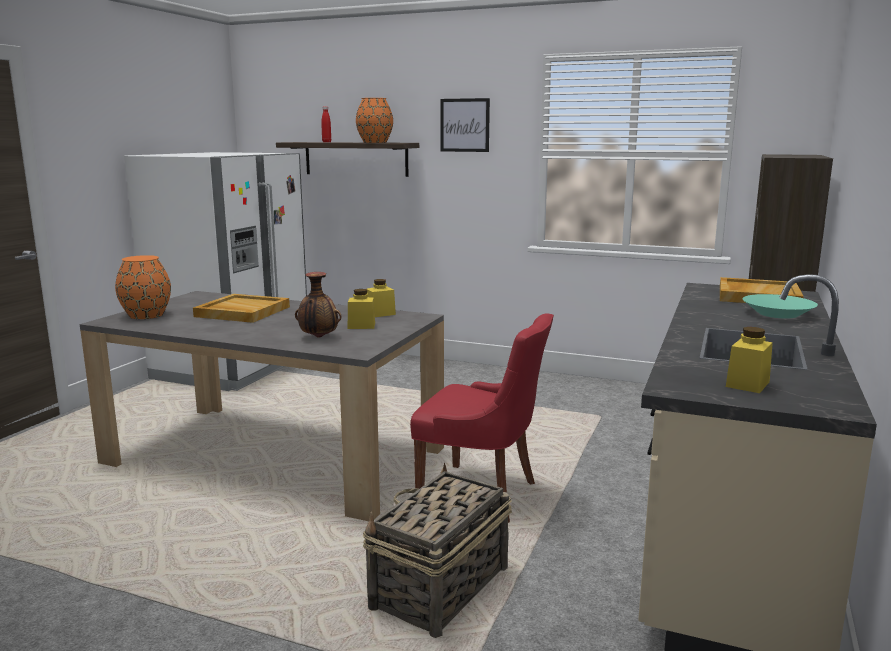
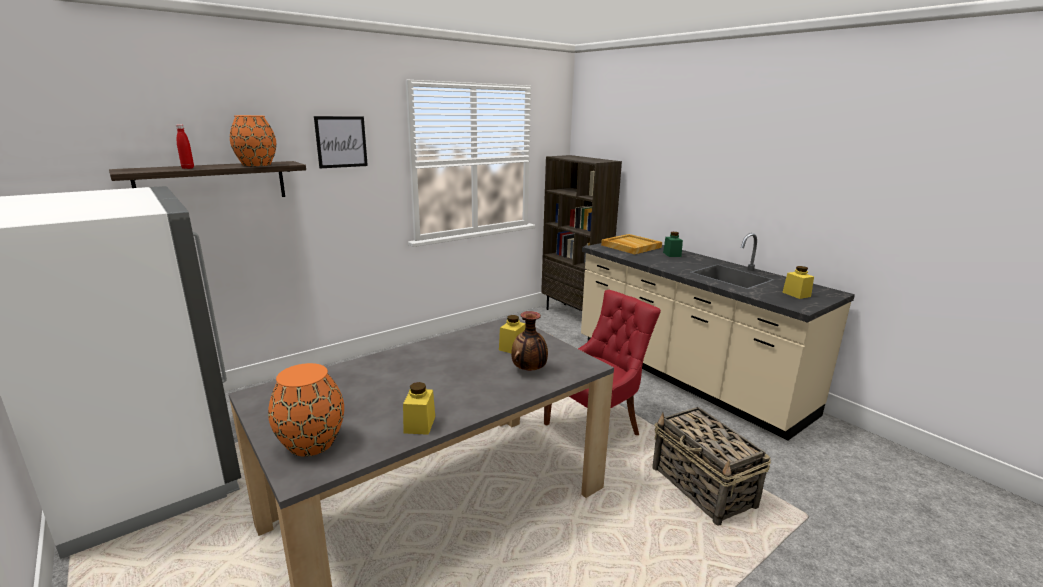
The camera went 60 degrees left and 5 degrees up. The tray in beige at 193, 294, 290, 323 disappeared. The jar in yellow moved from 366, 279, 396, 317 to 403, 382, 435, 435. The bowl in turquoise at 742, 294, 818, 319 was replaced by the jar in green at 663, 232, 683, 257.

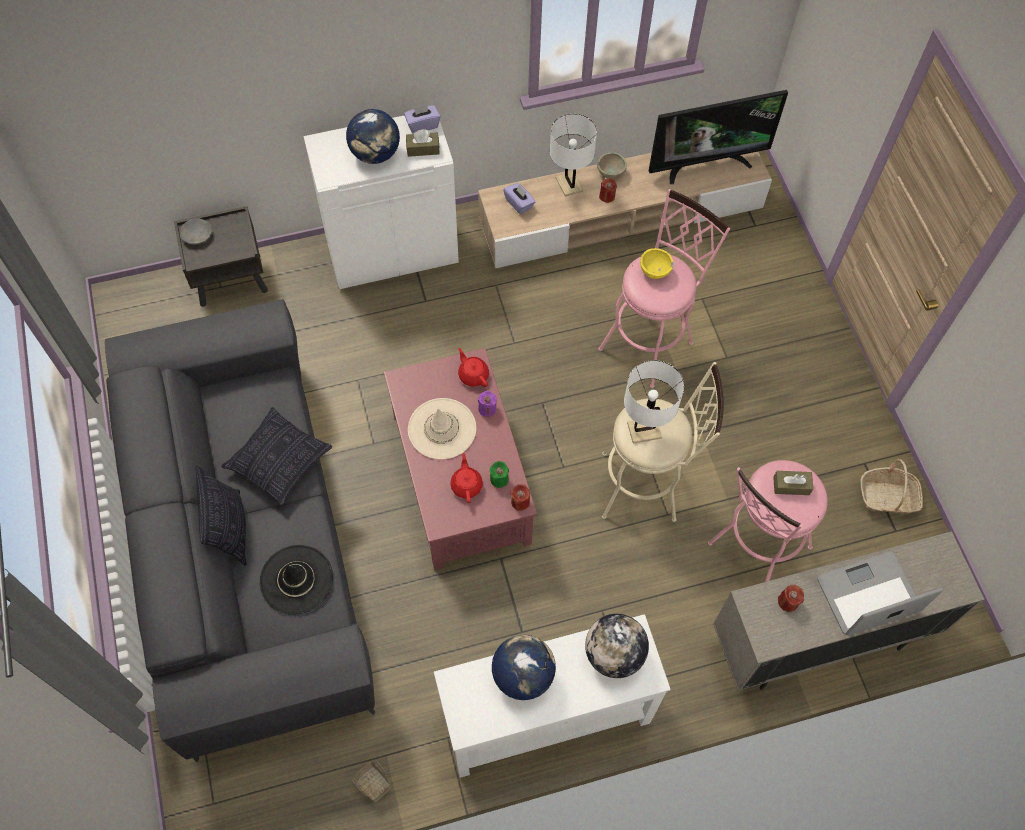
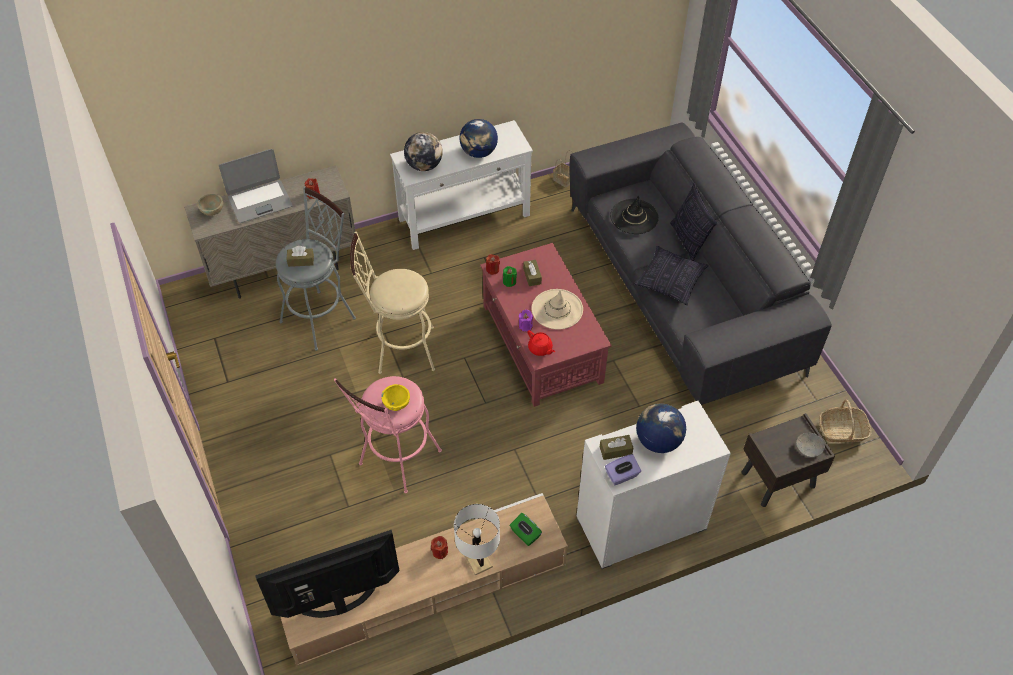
The camera went 175 degrees right and 10 degrees down. The table lamp in white at 624, 360, 684, 444 disappeared. The bowl in beige moved from 597, 152, 627, 179 to 197, 194, 224, 216. The basket moved from 860, 459, 923, 513 to 819, 400, 872, 442. The teapot in red at 451, 453, 483, 503 was replaced by the tissue box in brown at 523, 260, 542, 286. The tissue box in purple at 503, 183, 535, 215 became the tissue box in green at 510, 513, 542, 546. The stool in pink at 708, 460, 828, 582 became the stool in grey at 276, 186, 356, 351.

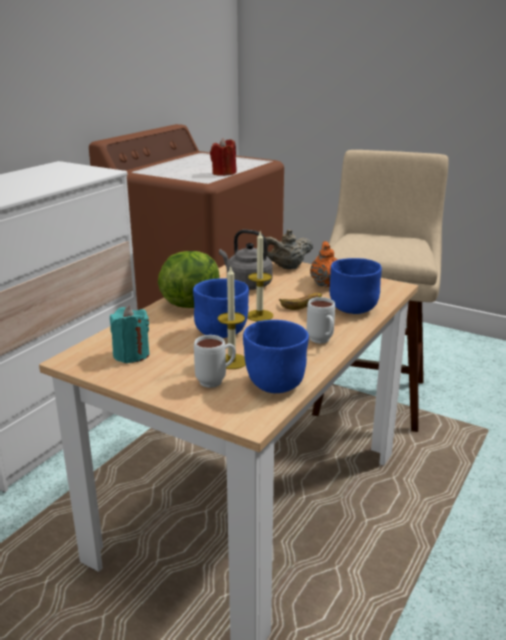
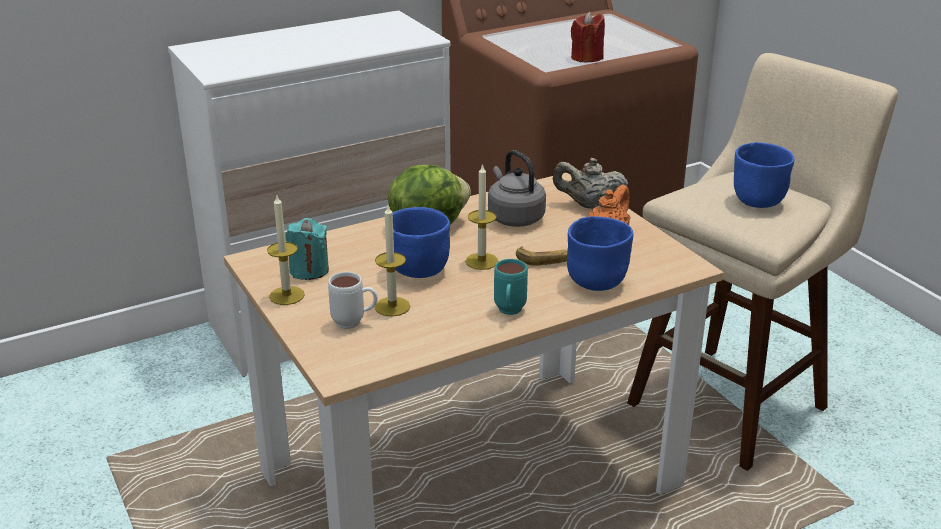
The camera went 30 degrees right and 5 degrees up. The candle at 267, 196, 305, 305 appeared. The bowl in blue moved from 243, 320, 309, 393 to 734, 142, 794, 208. The mug in white at 307, 297, 335, 344 became the mug in turquoise at 494, 259, 528, 315.

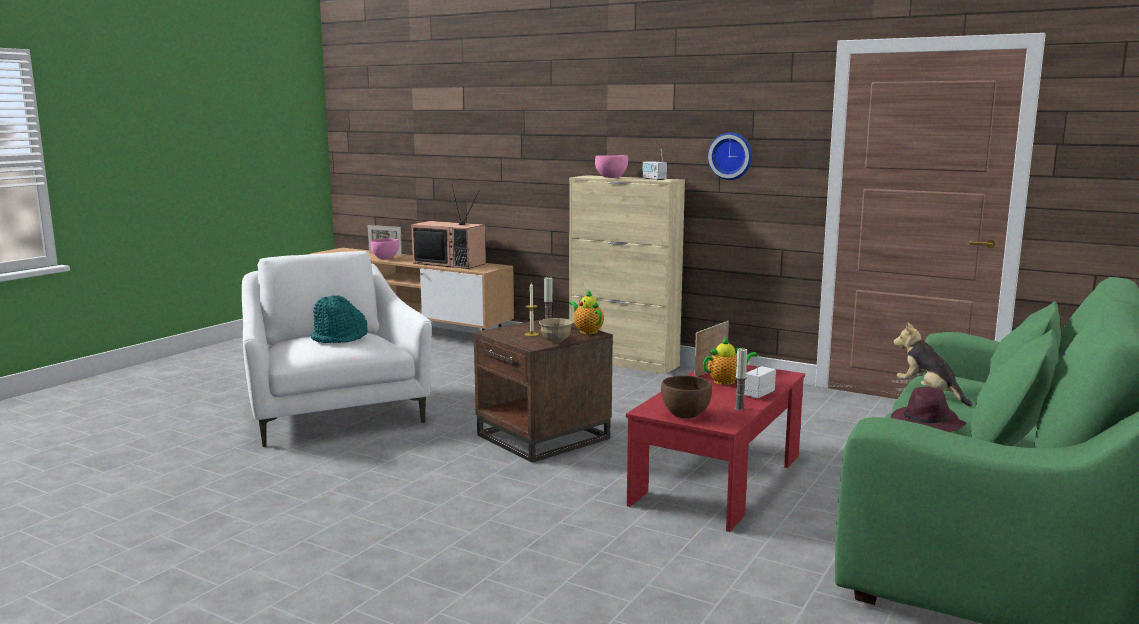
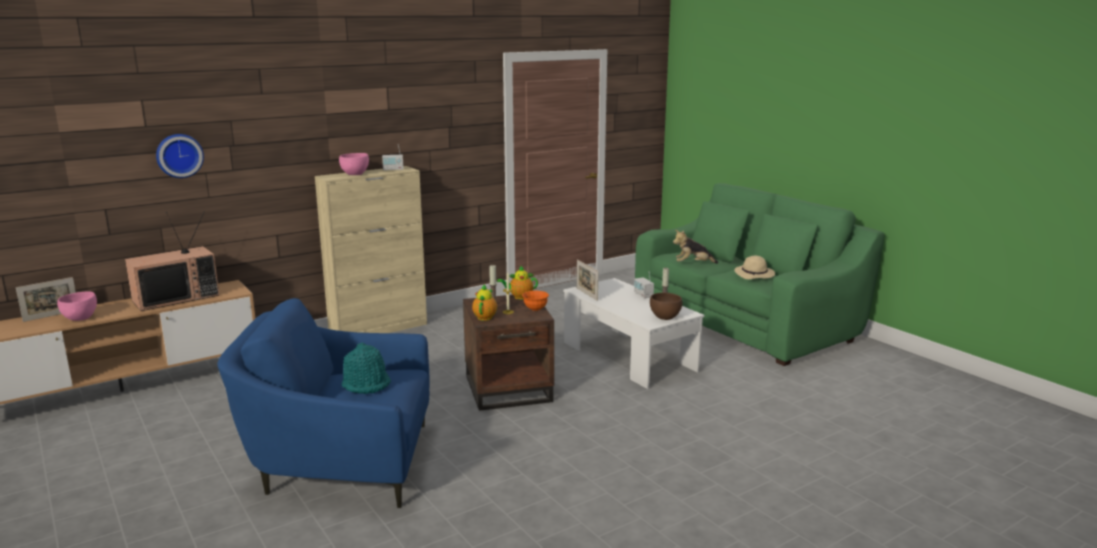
The camera went 65 degrees left and 5 degrees up. The teapot moved from 703, 337, 758, 385 to 472, 284, 497, 321. The wall clock moved from 708, 132, 752, 180 to 156, 134, 204, 178. The armchair in white at 242, 251, 432, 447 became the armchair in blue at 217, 298, 429, 508. The bowl in beige at 539, 318, 573, 343 became the bowl in orange at 522, 290, 549, 311. The coffee table in red at 626, 365, 805, 532 became the coffee table in white at 563, 278, 704, 389. The hat in purple at 891, 387, 966, 432 became the hat in beige at 734, 256, 775, 279.

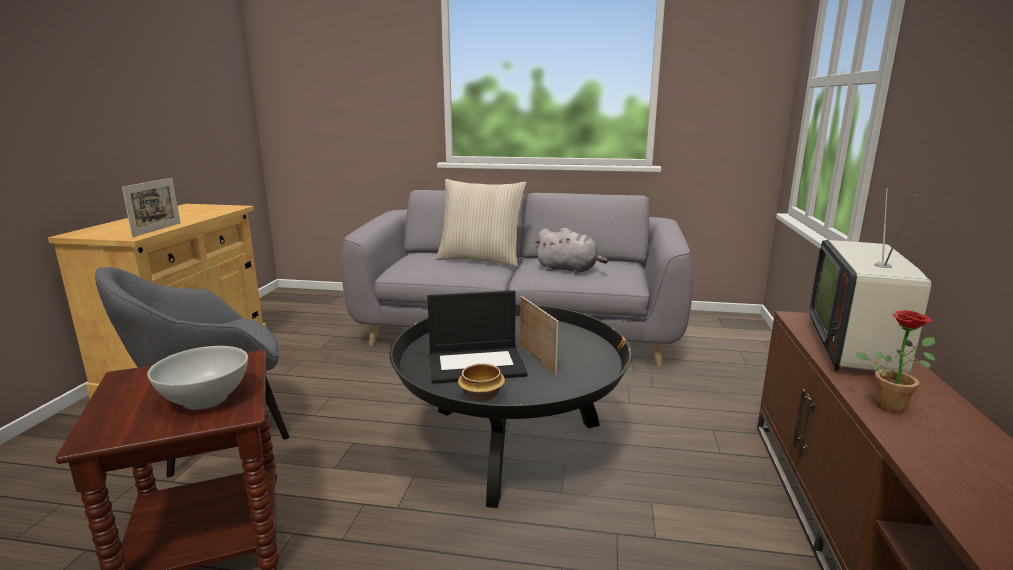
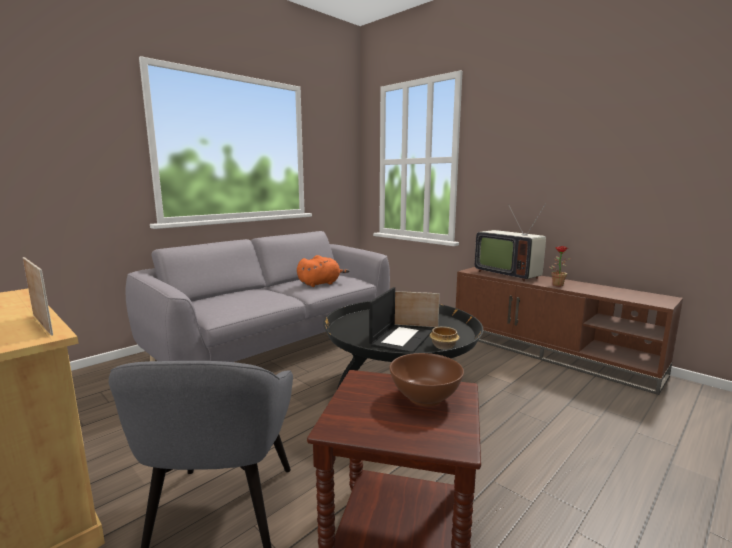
The camera went 55 degrees left and 5 degrees down. The pillow in beige at 436, 179, 526, 267 disappeared. The bowl in white at 147, 346, 248, 410 became the bowl in brown at 389, 353, 464, 406. The plush toy in grey at 534, 228, 608, 274 became the plush toy in orange at 297, 255, 350, 287.

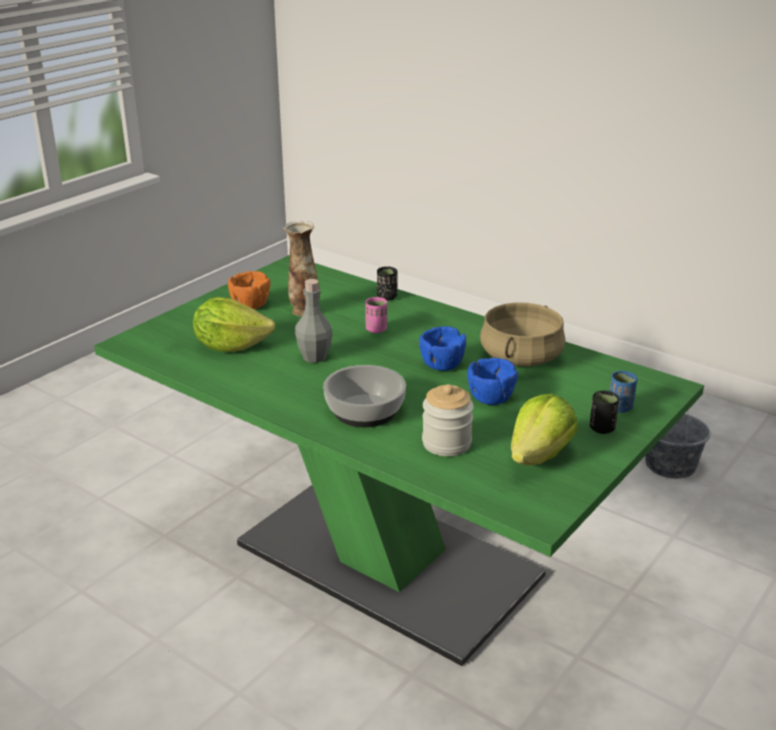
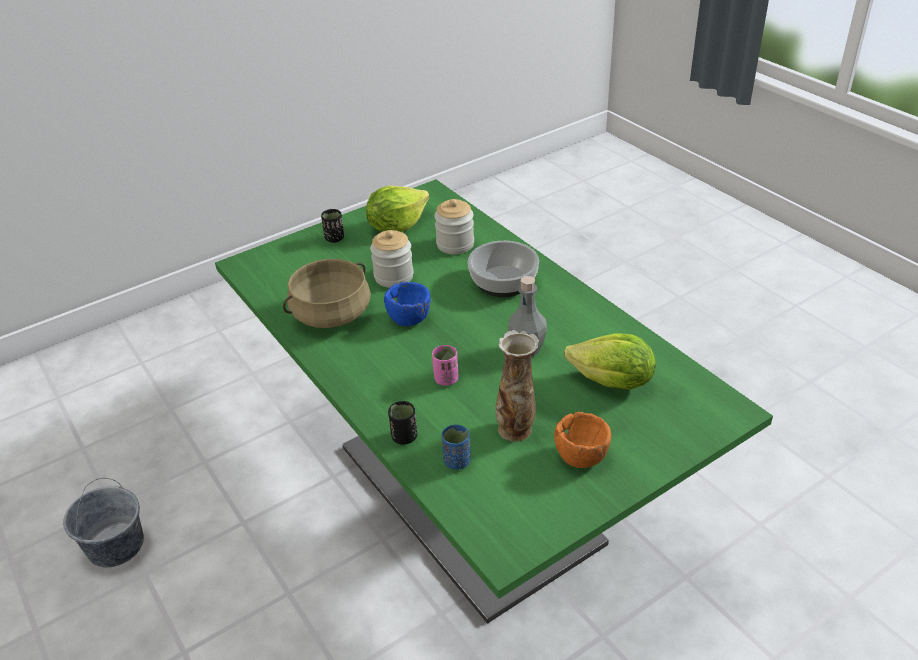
The camera went 160 degrees left and 10 degrees up. The cup in blue moved from 610, 371, 637, 413 to 441, 425, 470, 470. The bowl in blue at 467, 358, 518, 405 was replaced by the jar at 370, 230, 414, 288.

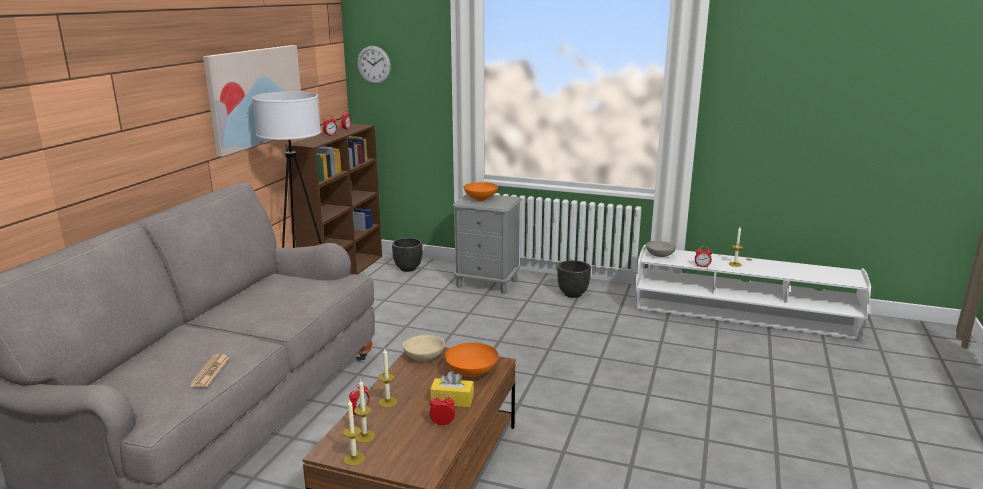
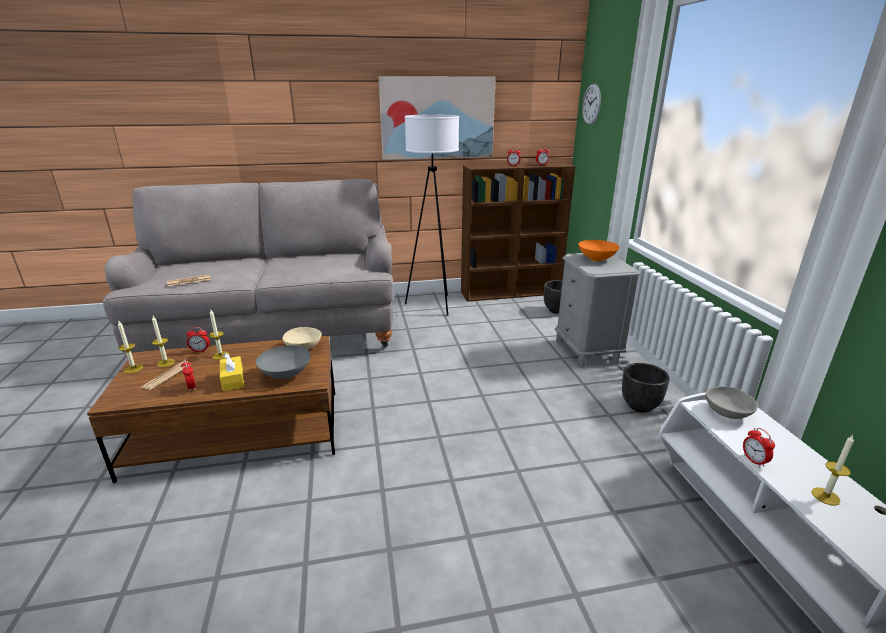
The camera went 60 degrees right and 5 degrees up. The newspaper at 140, 361, 192, 390 appeared. The bowl in orange at 445, 343, 499, 377 became the bowl in grey at 256, 345, 310, 379.

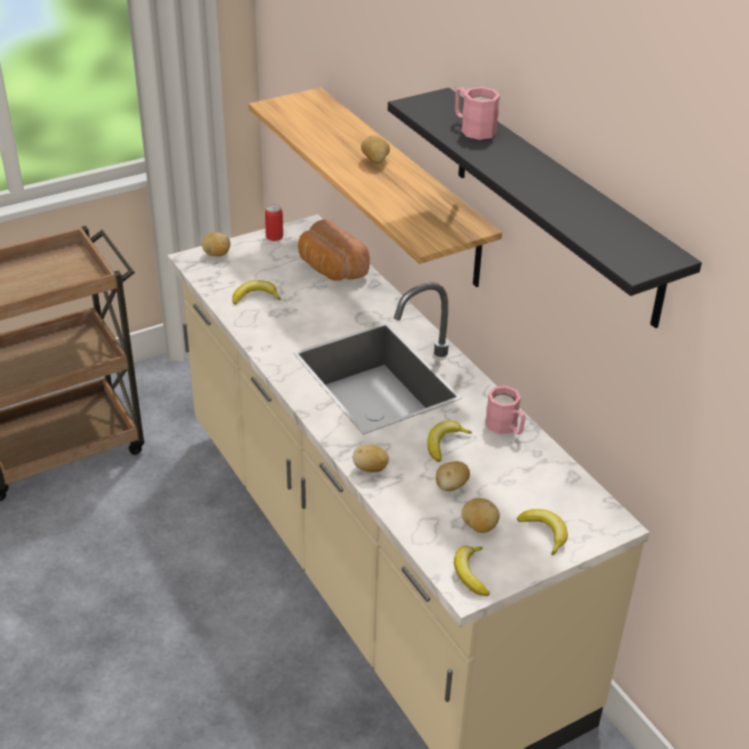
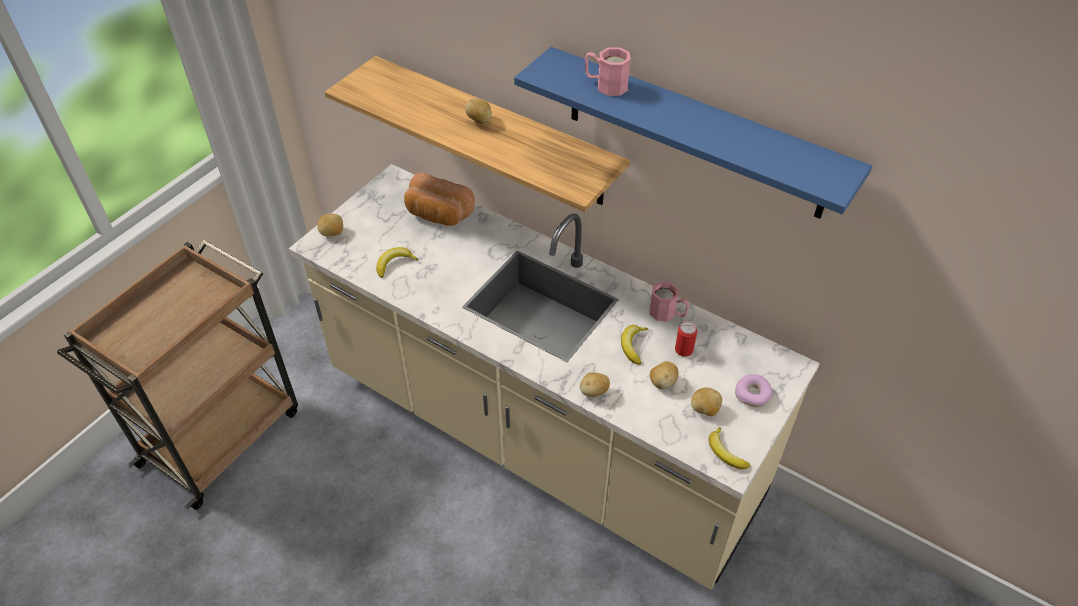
The camera went 25 degrees left and 10 degrees up. The can moved from 265, 204, 283, 241 to 675, 321, 697, 357. The banana at 517, 509, 568, 556 was replaced by the donut at 735, 374, 773, 408. The shelf in black at 388, 88, 702, 328 became the shelf in blue at 514, 47, 872, 219.

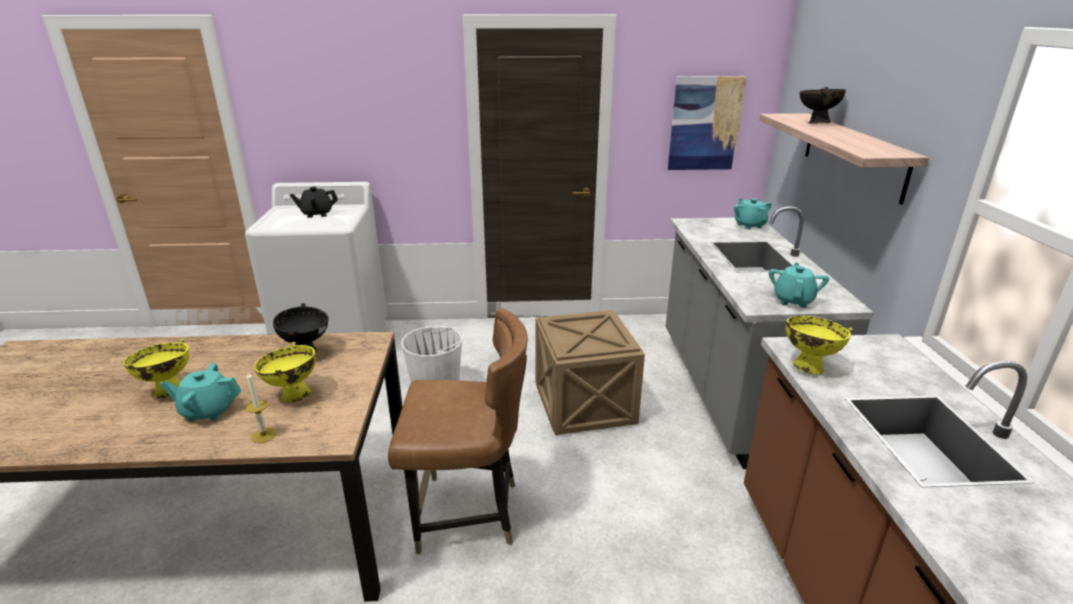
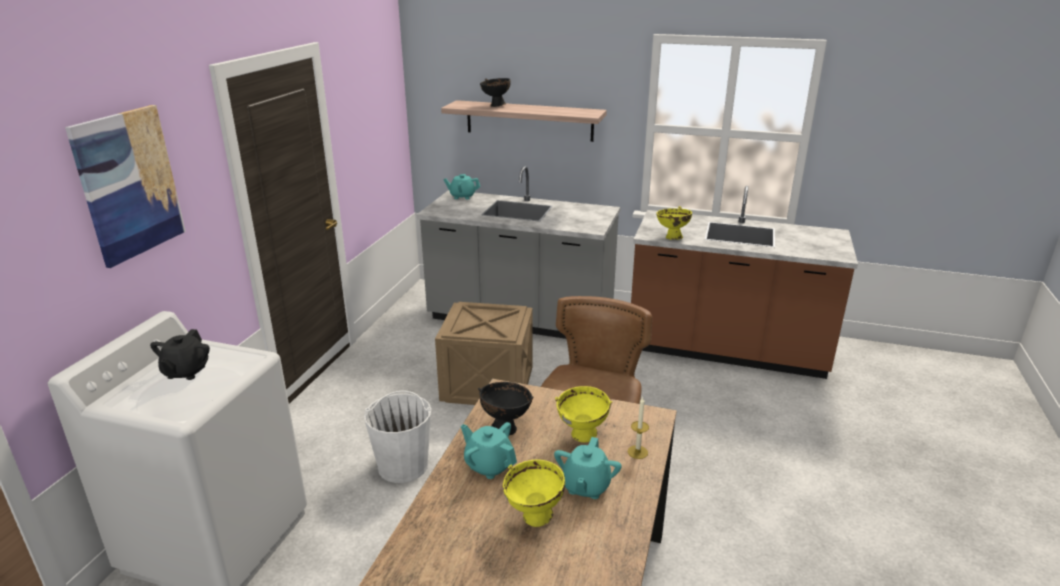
The camera went 70 degrees left and 0 degrees up. The picture moved from 668, 76, 747, 170 to 65, 105, 186, 268. The teapot in turquoise moved from 769, 262, 829, 308 to 461, 422, 517, 479.

